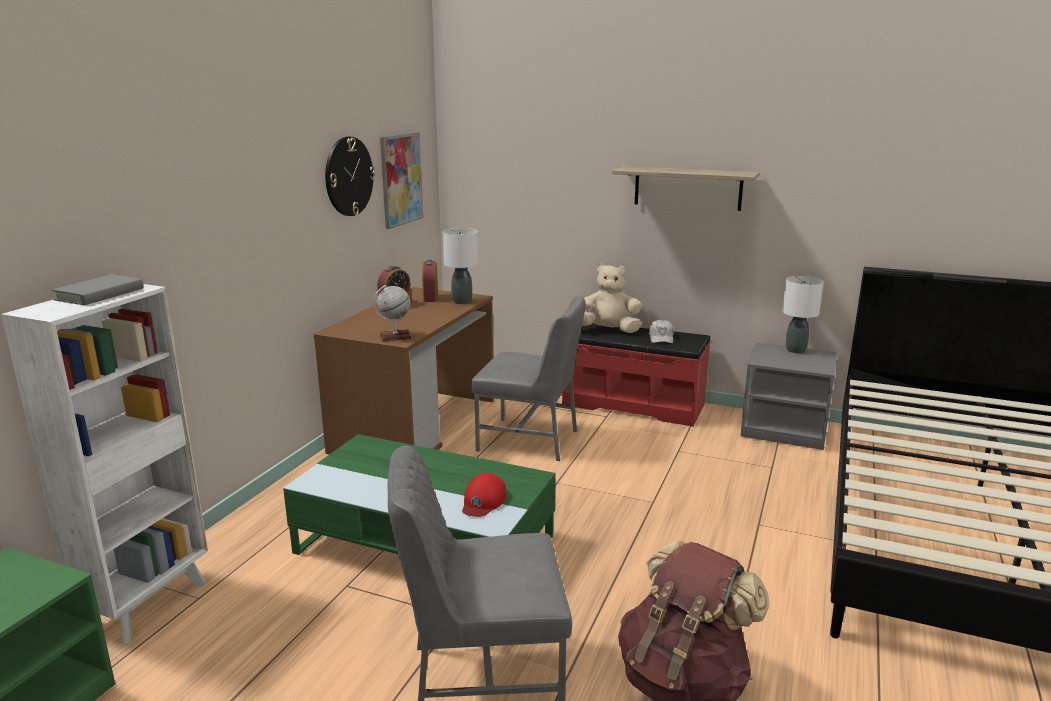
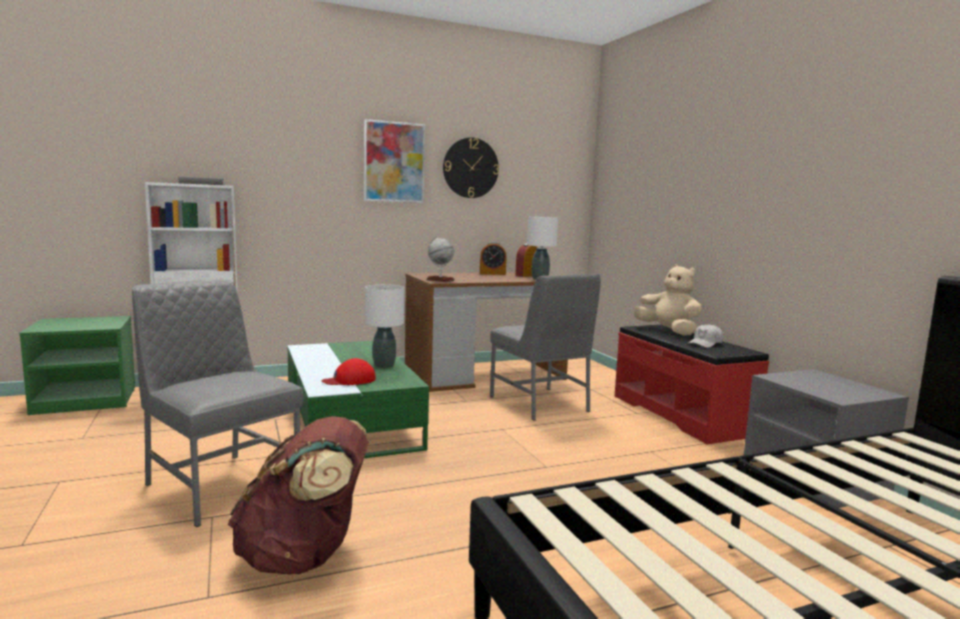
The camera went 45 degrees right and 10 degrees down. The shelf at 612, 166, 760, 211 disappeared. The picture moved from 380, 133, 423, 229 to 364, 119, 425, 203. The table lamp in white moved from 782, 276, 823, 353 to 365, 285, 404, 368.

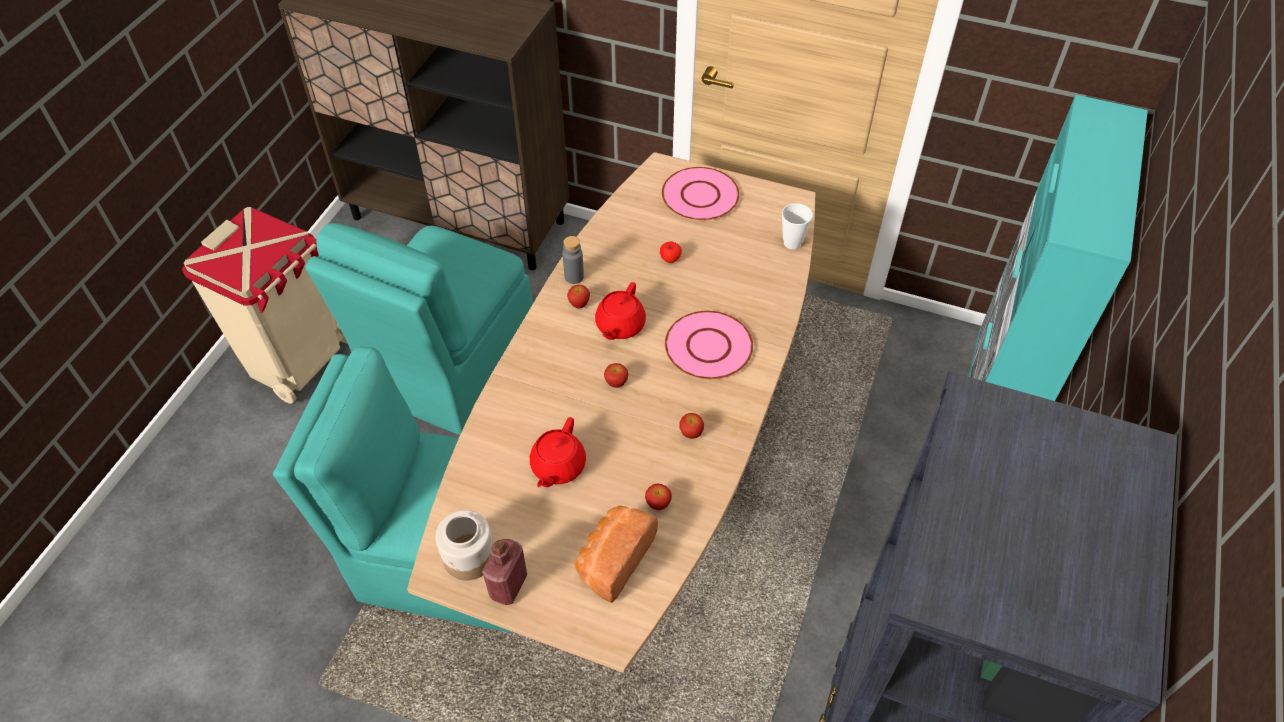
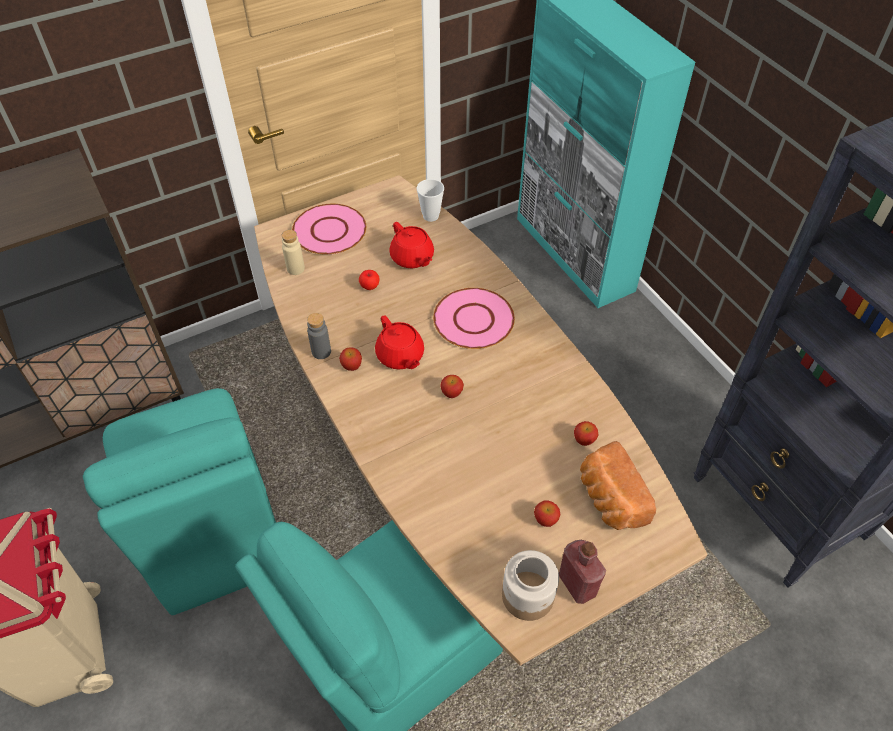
The camera went 50 degrees left and 0 degrees up. The bottle in beige at 281, 230, 305, 275 appeared. The teapot in red moved from 530, 417, 586, 487 to 389, 222, 434, 268. The apple moved from 679, 413, 704, 439 to 534, 501, 560, 527.

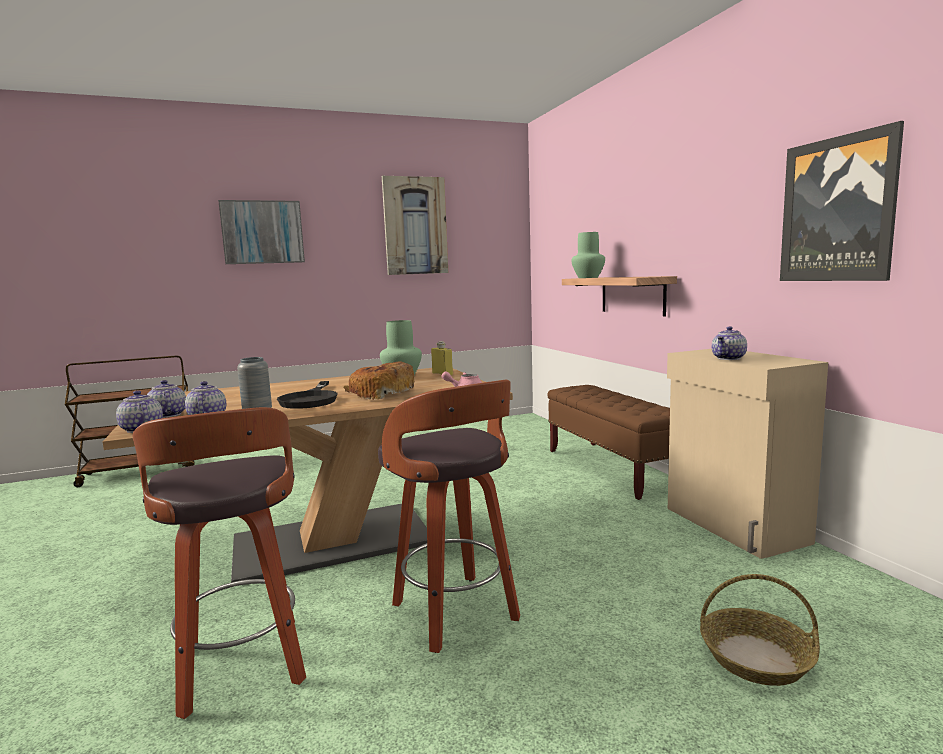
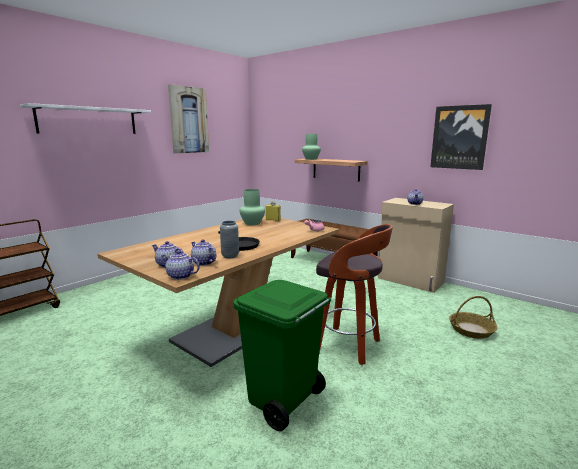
The camera went 30 degrees left and 5 degrees up. The bread at 344, 361, 414, 400 disappeared. The stool at 132, 407, 306, 719 was replaced by the trash can in green at 233, 280, 331, 431. The picture at 218, 200, 305, 264 was replaced by the shelf in white at 20, 103, 151, 134.

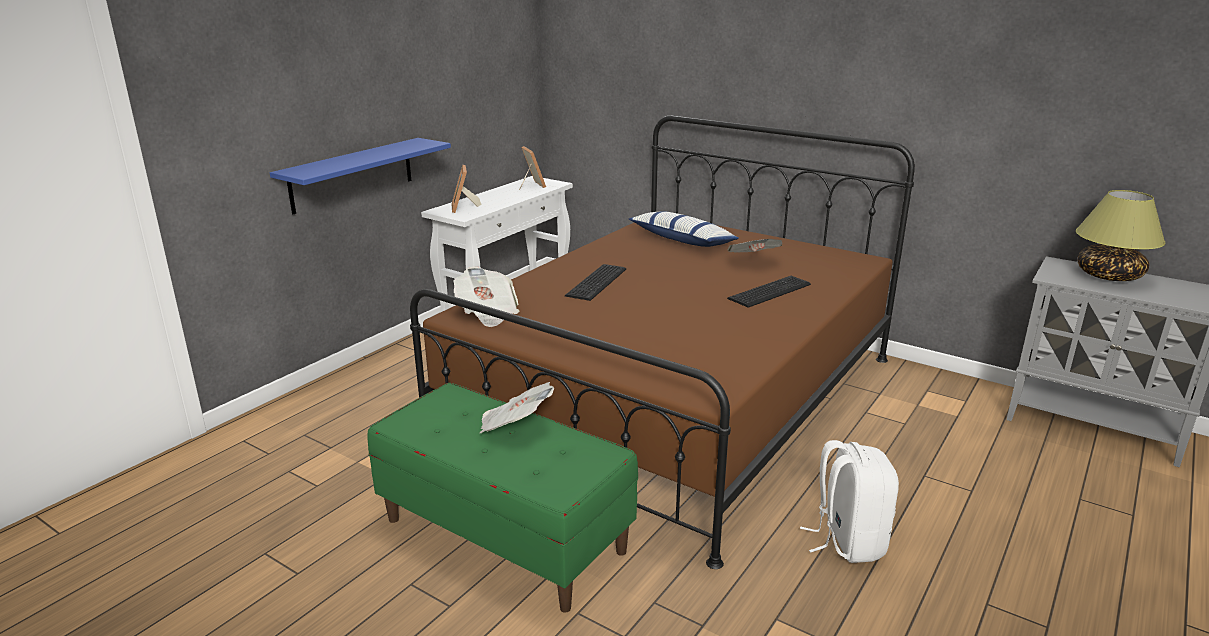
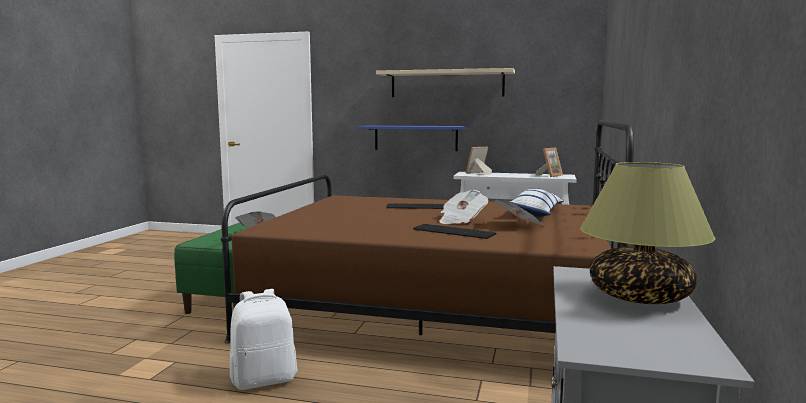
The camera went 70 degrees right and 15 degrees down. The shelf in beige at 376, 68, 515, 97 appeared. The newspaper moved from 453, 267, 519, 327 to 439, 190, 488, 224.

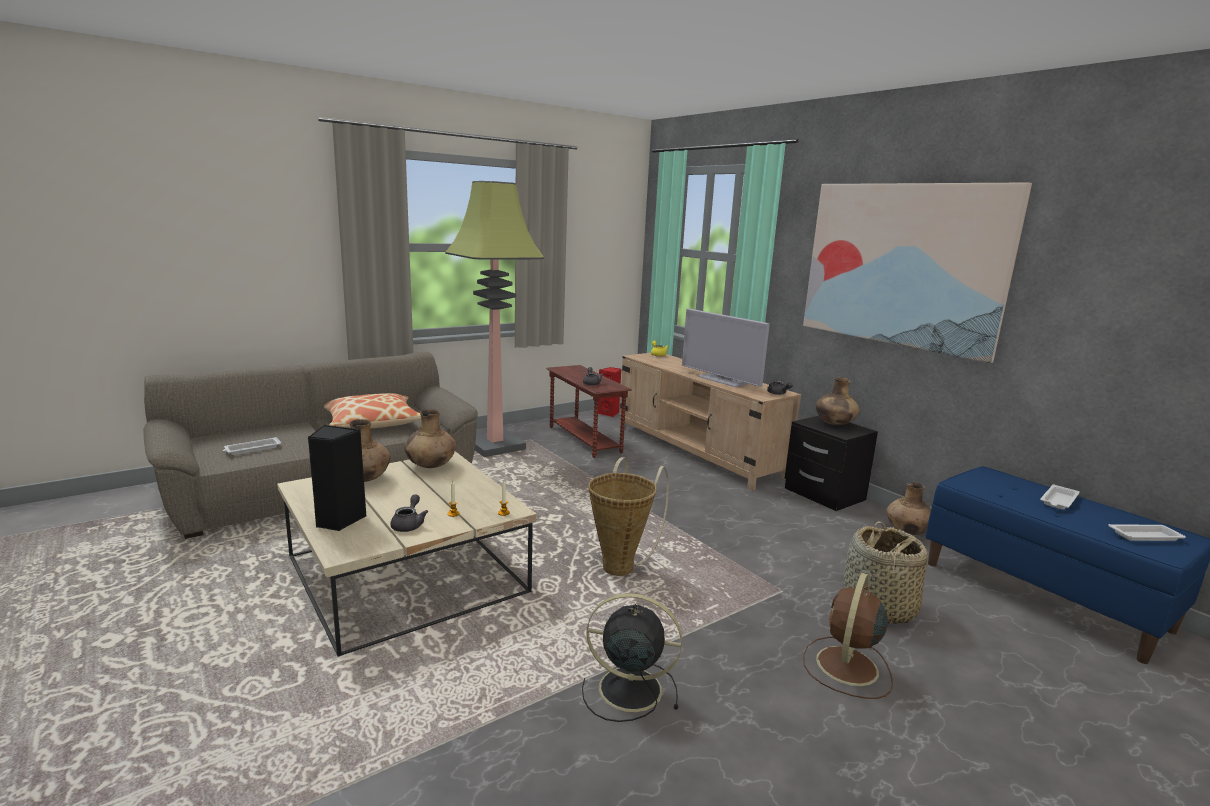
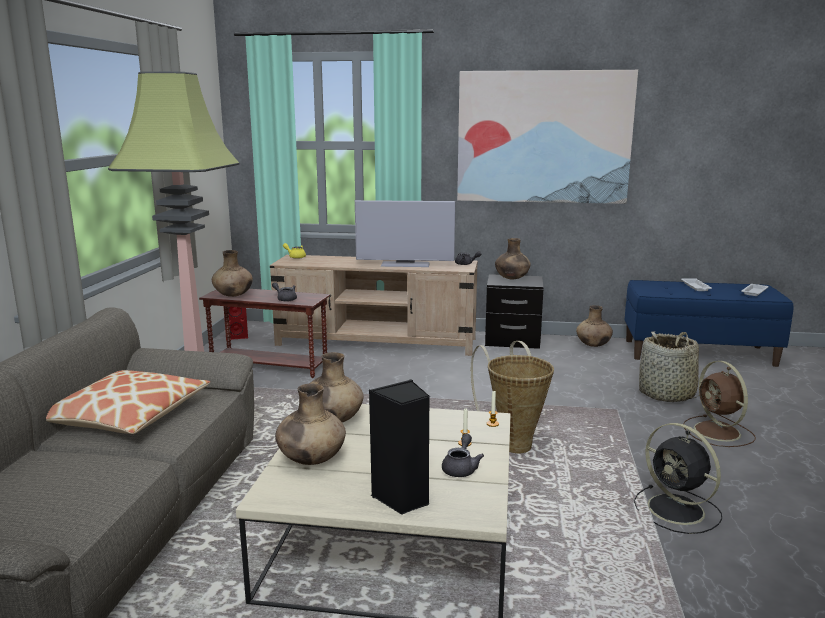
The camera went 45 degrees left and 0 degrees up. The tray in white at 223, 437, 282, 455 disappeared. The vase in brown at 212, 250, 253, 297 appeared. The teapot in grey at 391, 494, 428, 532 turned 60 degrees clockwise. The fan in black at 582, 593, 682, 722 turned 90 degrees counterclockwise.

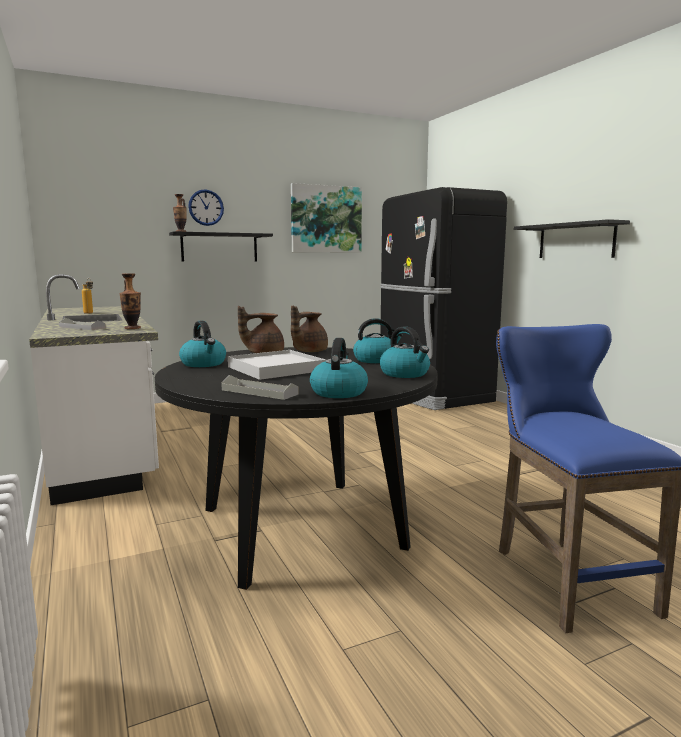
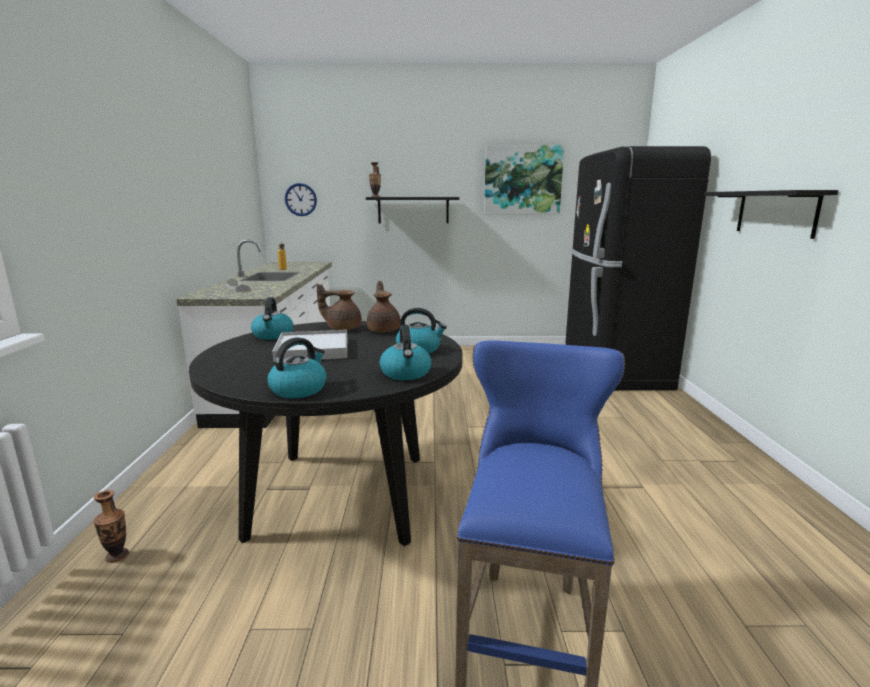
The camera went 25 degrees right and 5 degrees up. The tray in grey at 221, 375, 299, 400 disappeared. The vase moved from 119, 273, 141, 329 to 94, 490, 129, 563. The wall clock moved from 188, 189, 224, 226 to 285, 183, 317, 216. The teapot in brown at 291, 305, 328, 352 turned 105 degrees clockwise.

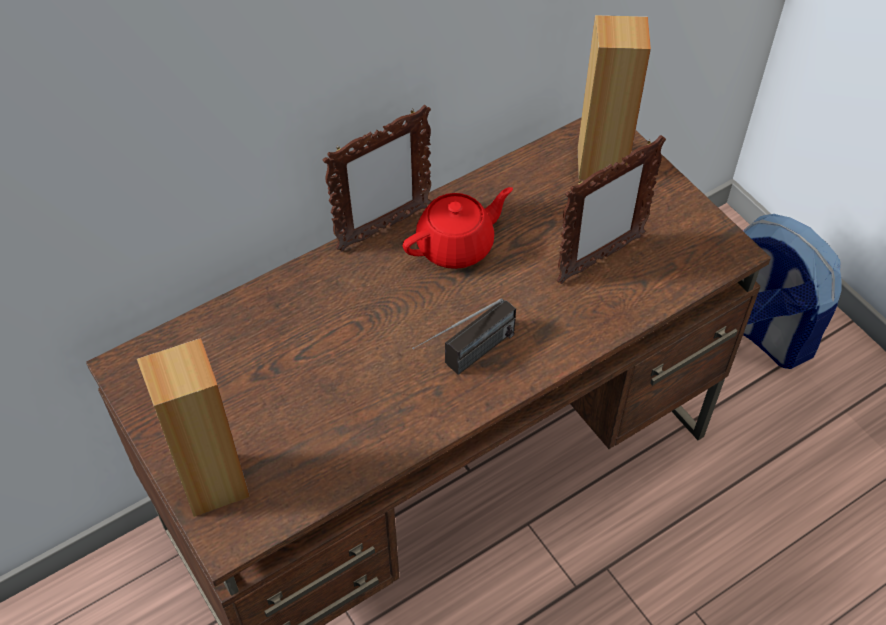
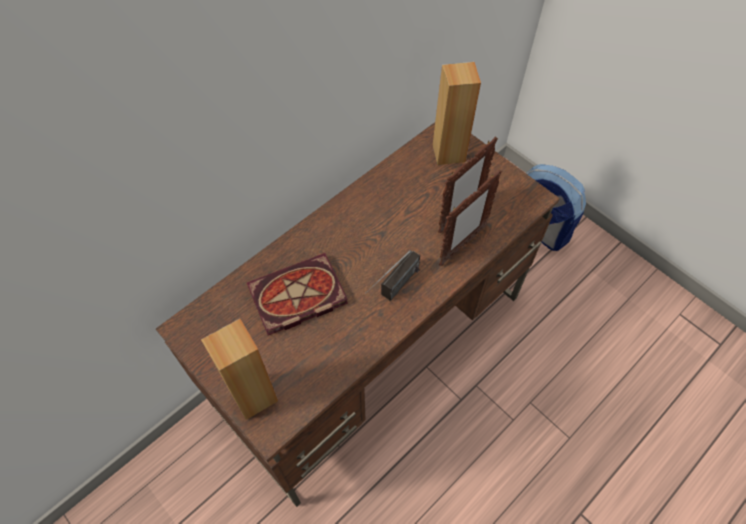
The camera went 10 degrees left and 5 degrees up. The teapot in red at 403, 187, 513, 269 disappeared. The book at 247, 253, 348, 335 appeared. The picture frame moved from 323, 105, 431, 252 to 439, 170, 502, 266.

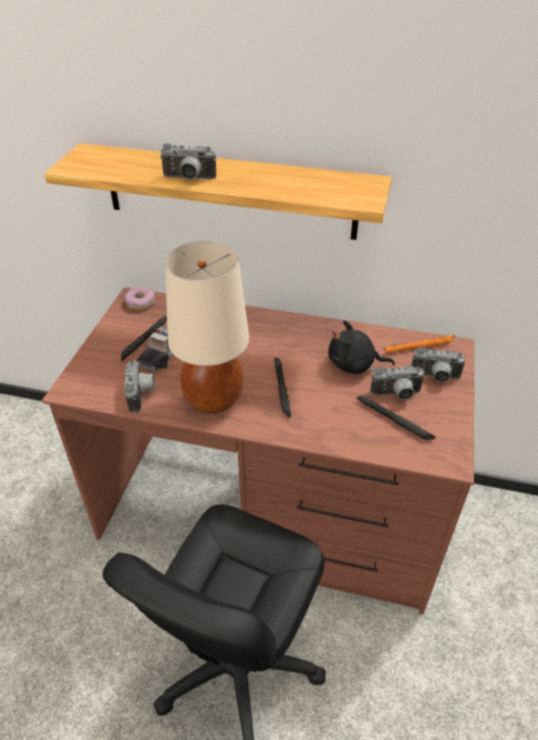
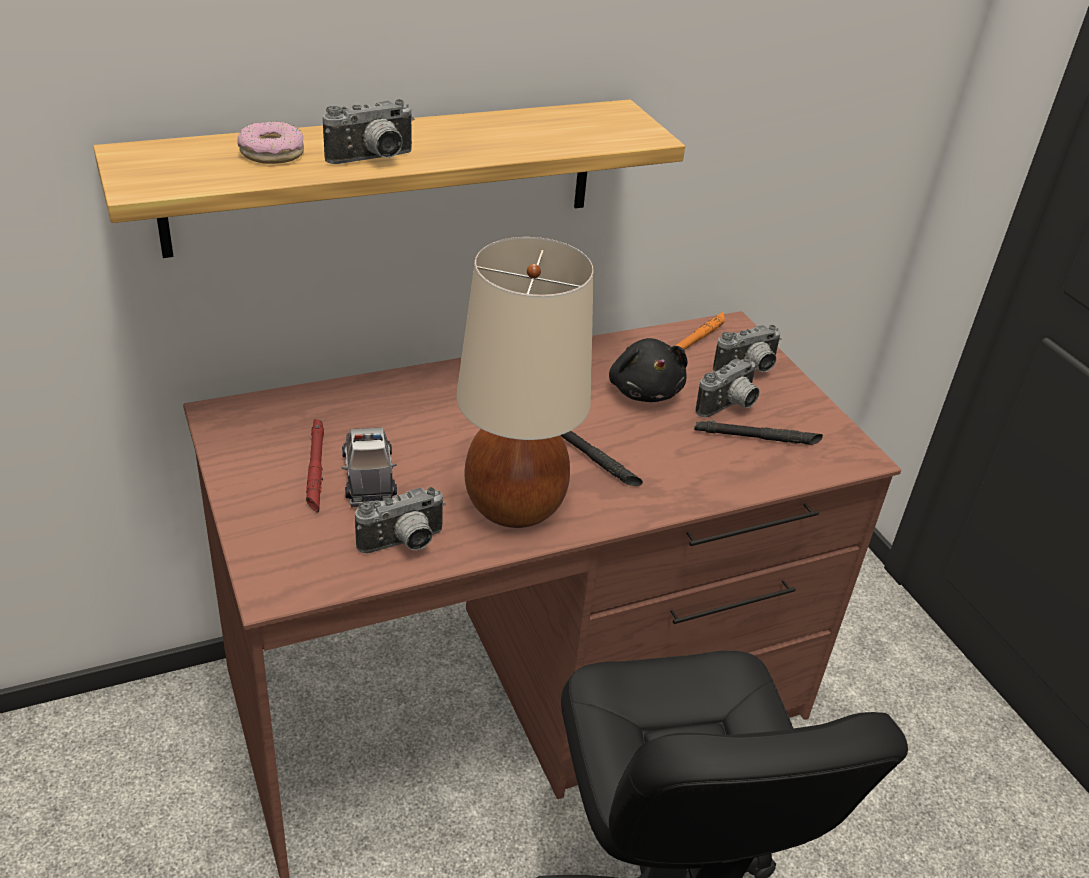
The camera went 40 degrees left and 5 degrees down. The donut moved from 124, 287, 155, 310 to 237, 122, 304, 164. The flashlight in black at 121, 316, 167, 361 became the flashlight in red at 306, 419, 324, 513. The photo camera at 124, 360, 155, 413 turned 105 degrees clockwise. The plush toy in black at 328, 320, 395, 374 turned 75 degrees counterclockwise.

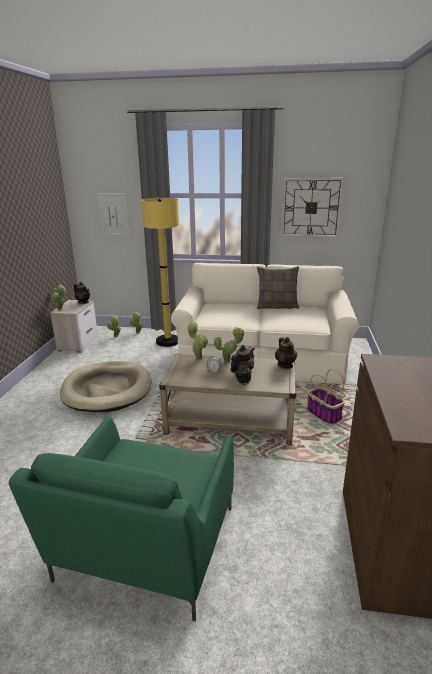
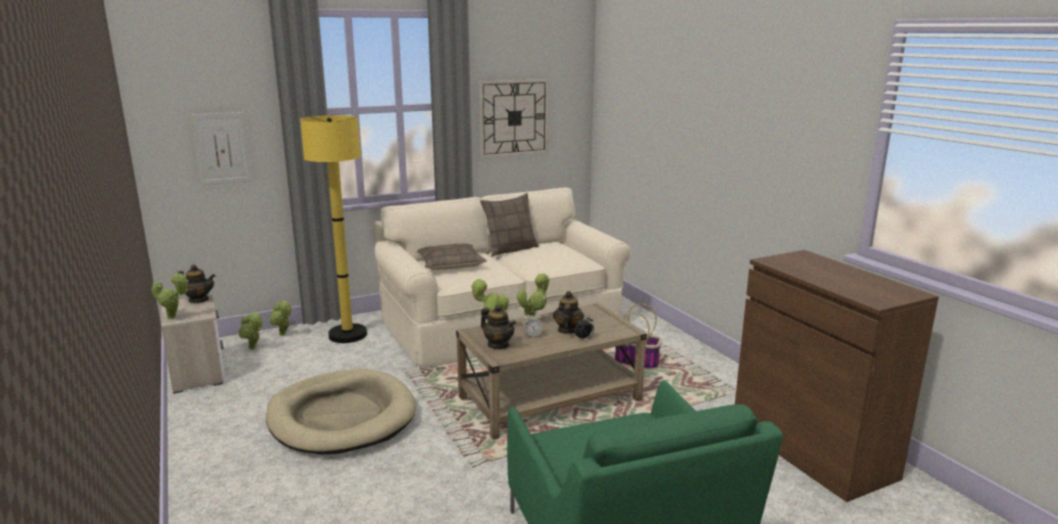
The camera went 35 degrees left and 5 degrees down. The pillow at 417, 244, 487, 270 appeared. The teapot moved from 275, 337, 297, 369 to 481, 304, 516, 349.

